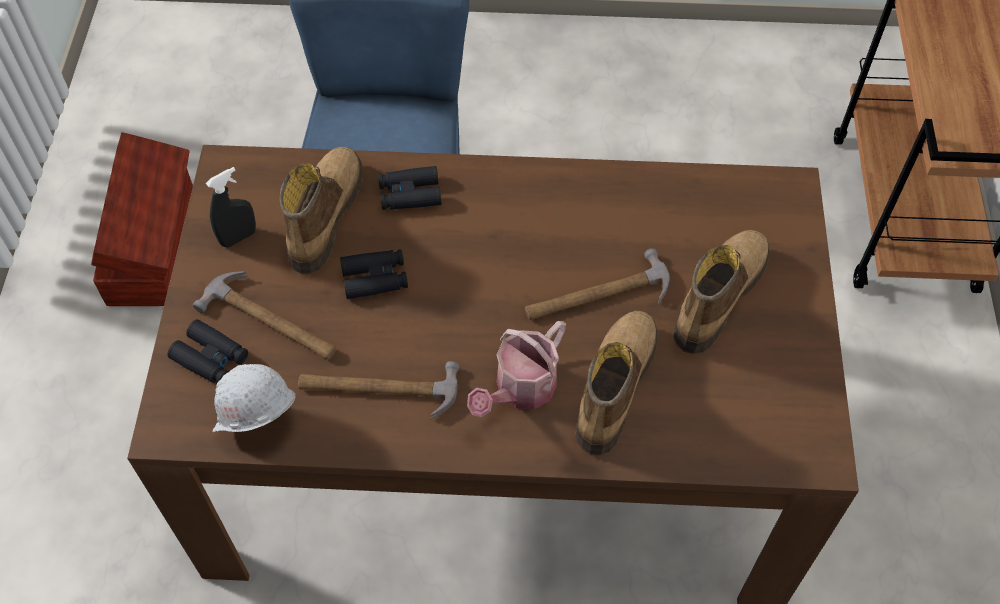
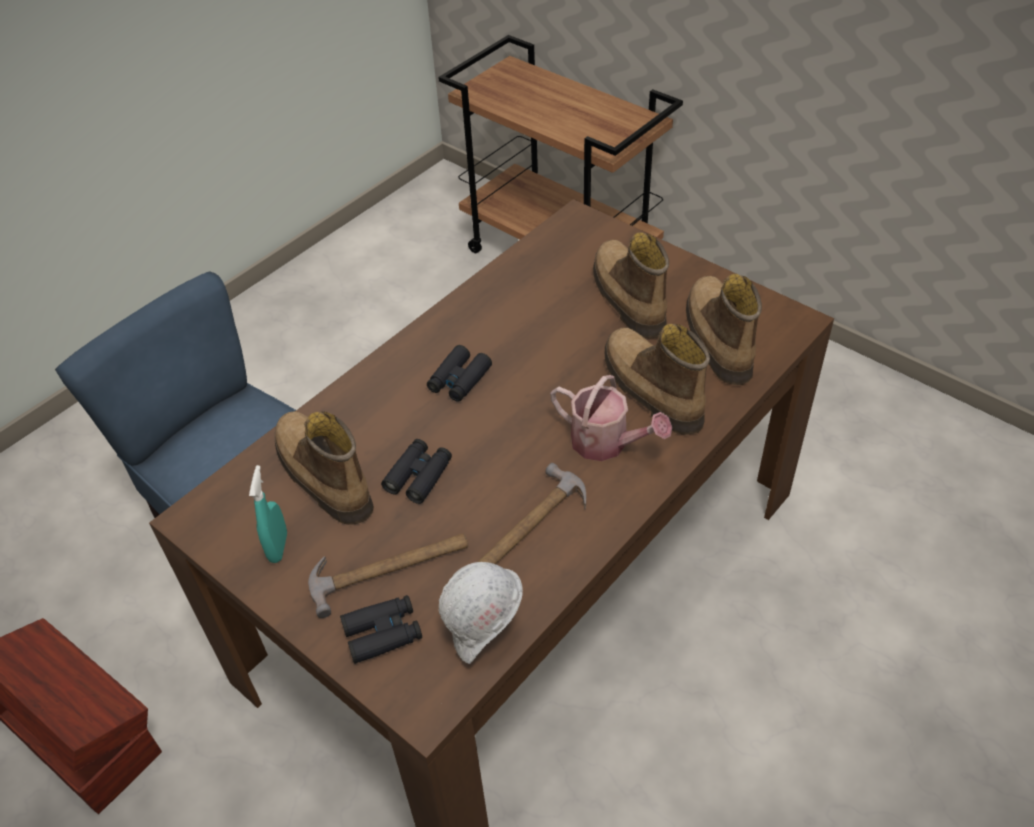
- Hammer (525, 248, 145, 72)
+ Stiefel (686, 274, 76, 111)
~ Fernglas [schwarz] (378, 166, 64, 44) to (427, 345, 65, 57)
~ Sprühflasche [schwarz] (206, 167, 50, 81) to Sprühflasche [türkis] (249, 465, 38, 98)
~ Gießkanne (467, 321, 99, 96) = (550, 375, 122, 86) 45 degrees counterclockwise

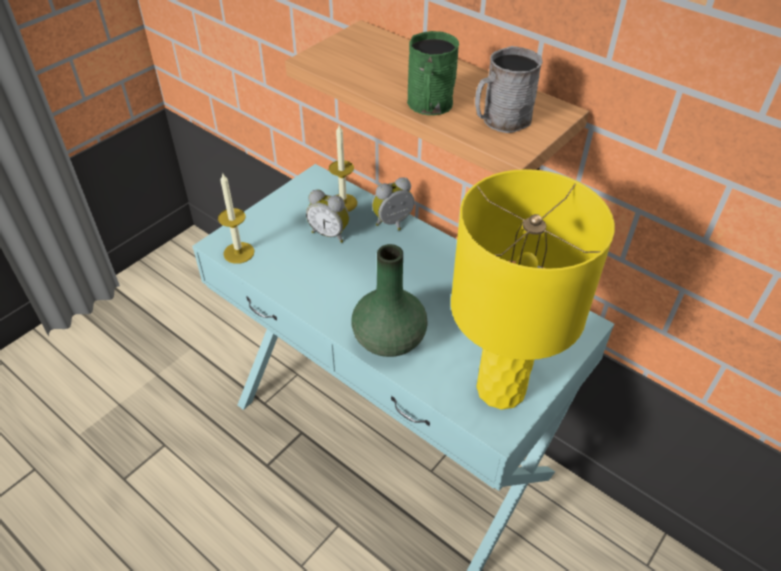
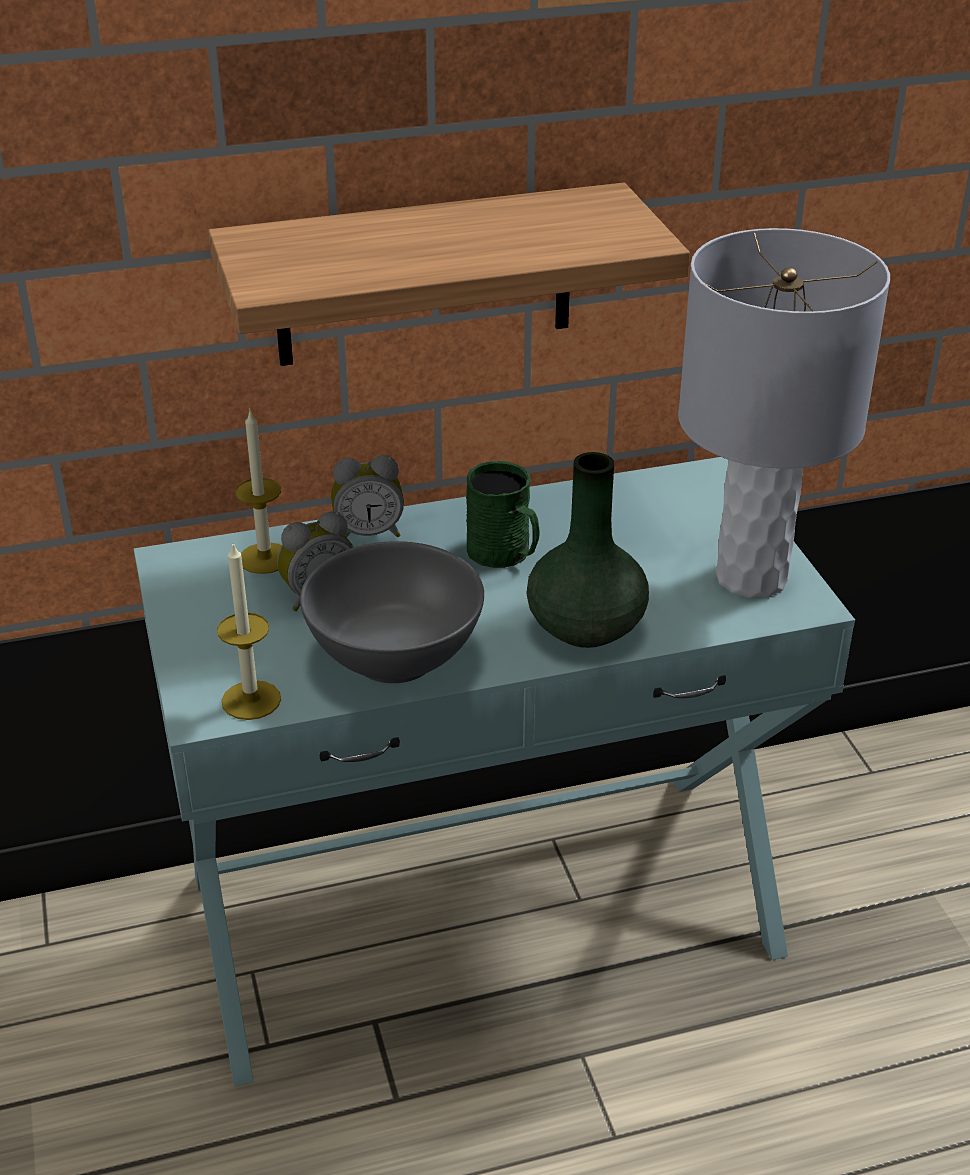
- Henkelbecher [grau] (475, 46, 68, 87)
+ Schüssel [grau] (300, 541, 184, 142)
~ Henkelbecher [grün] (407, 31, 52, 84) to (466, 461, 74, 107)
~ Tischlampe [gelb] (451, 169, 164, 241) to Tischlampe [grau] (678, 228, 212, 370)
~ Wecker (372, 177, 42, 53) = (331, 455, 73, 83) 105 degrees counterclockwise

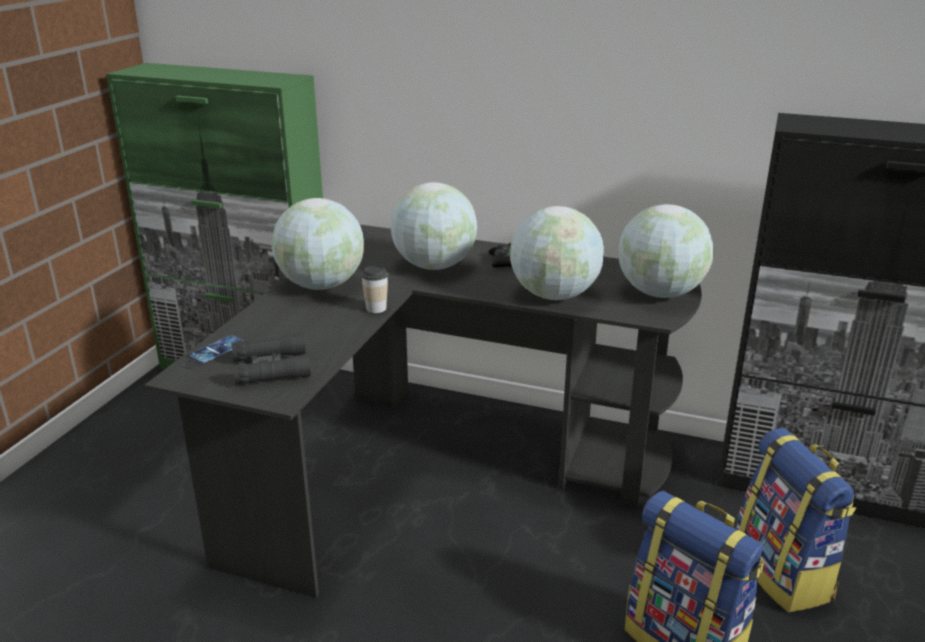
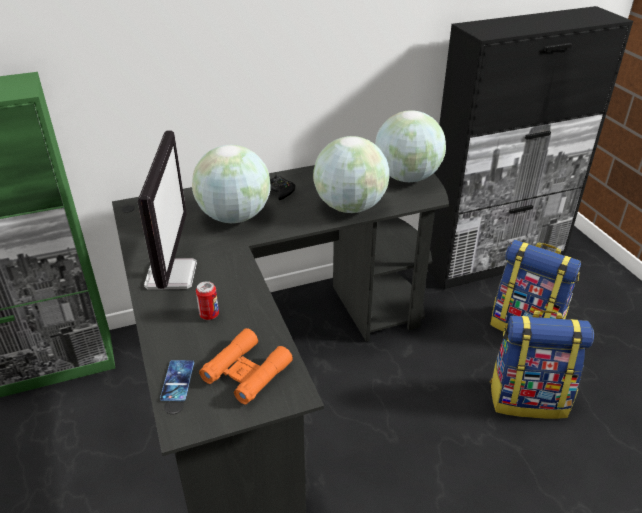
- Tasse (361, 265, 27, 48)
+ Dose (196, 281, 23, 39)
~ Globus (272, 198, 92, 92) to Monitor (138, 130, 59, 160)
~ Fernglas [schwarz] (232, 333, 79, 52) to Fernglas [orange] (199, 328, 94, 77)

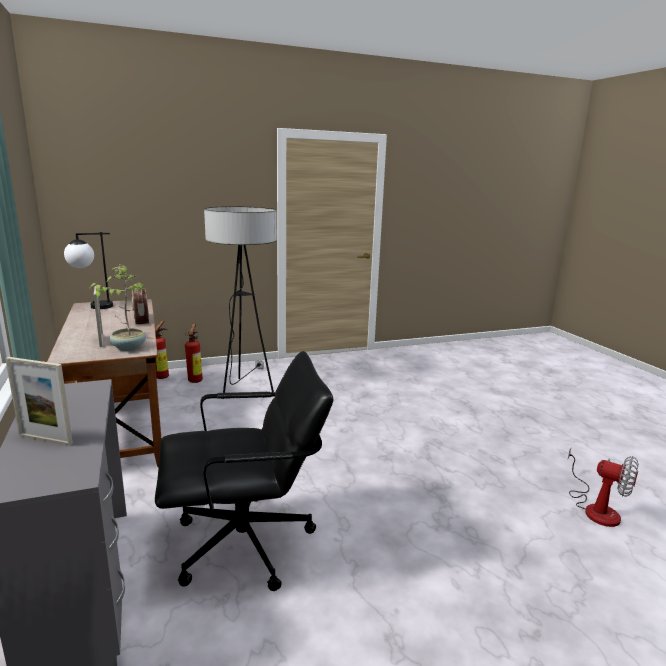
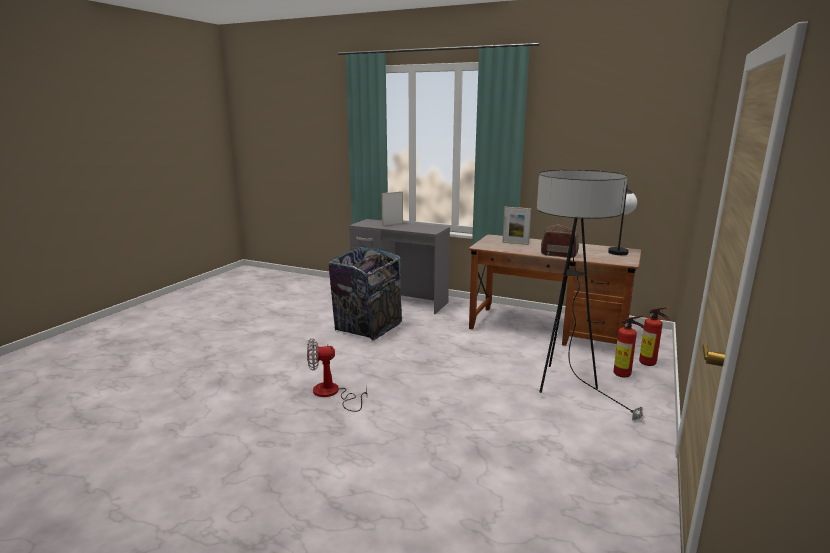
- Topfpflanze (90, 264, 56, 87)
~ Ventilator (568, 448, 71, 79) to (307, 338, 60, 74)
~ Bürostuhl [schwarz] (155, 351, 178, 240) to Mülleimer (328, 246, 74, 95)

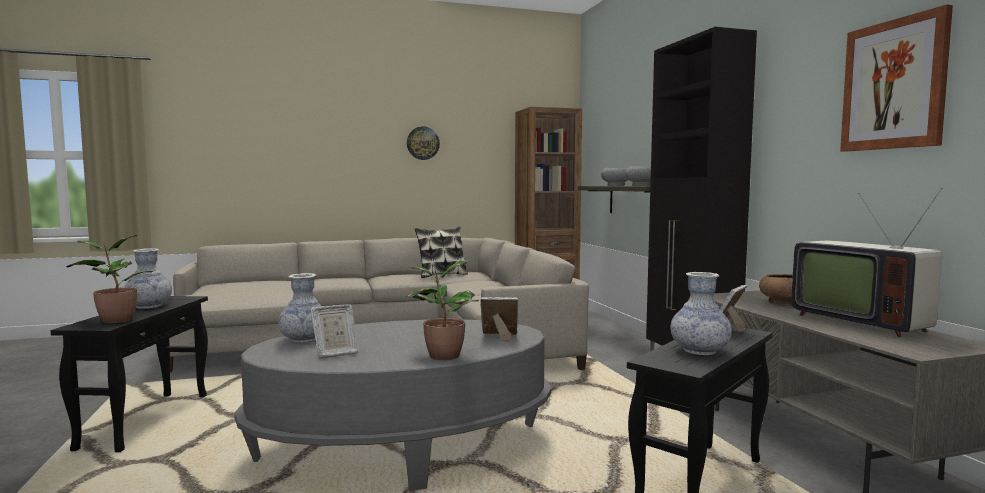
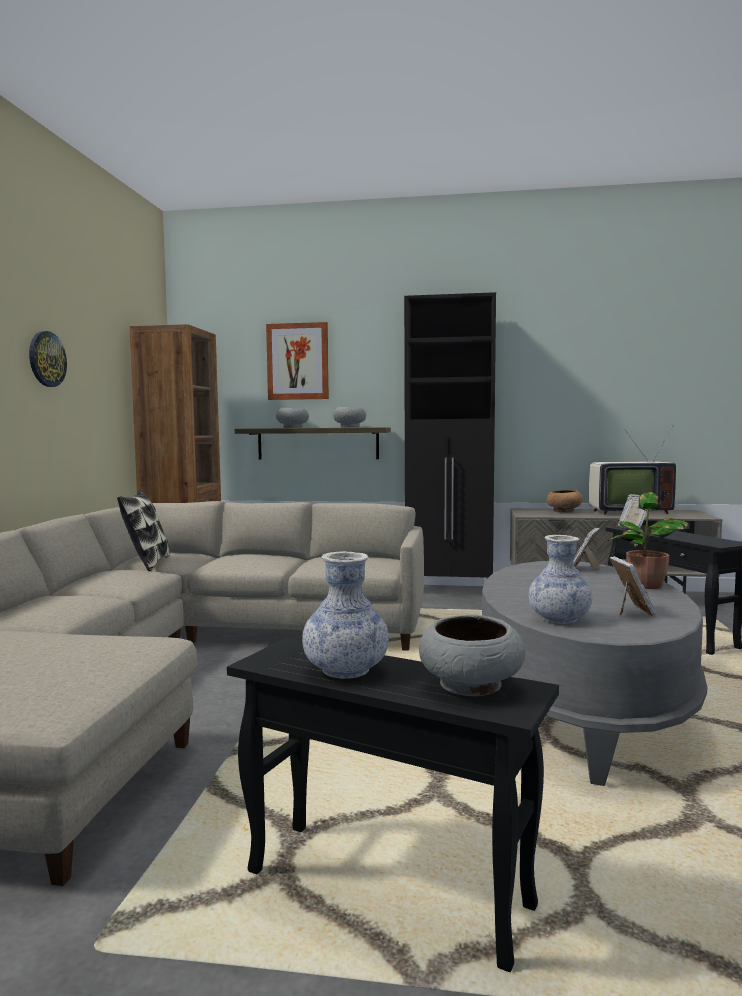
- Vase (670, 272, 62, 83)
~ Bild (840, 5, 113, 147) to (266, 322, 63, 78)
~ Topfpflanze (66, 235, 87, 88) to Schüssel [grau] (419, 614, 106, 82)

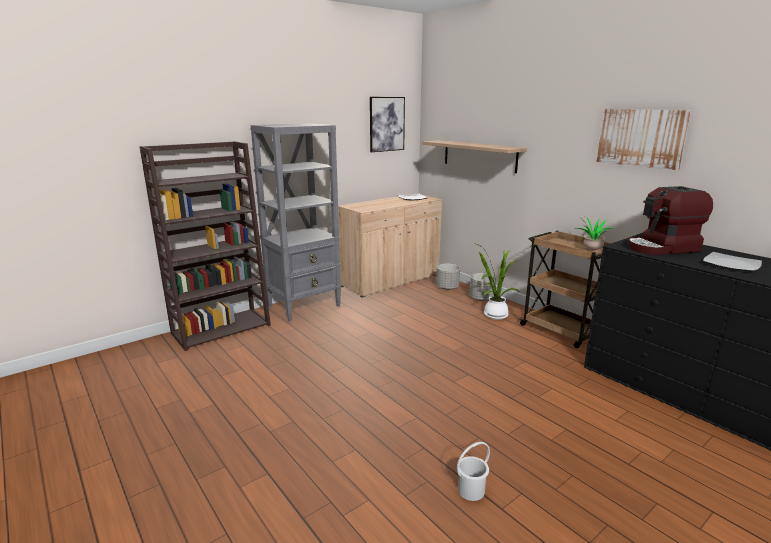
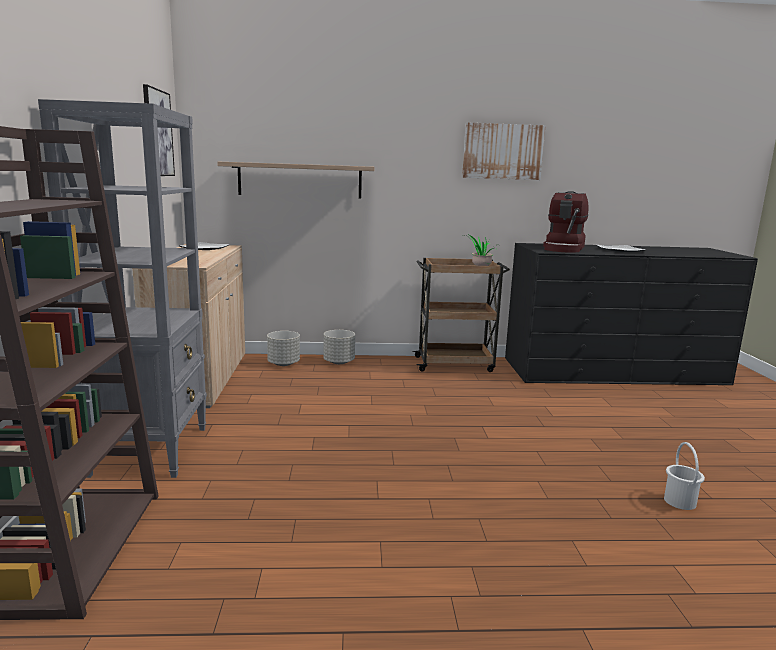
- Topfpflanze (477, 244, 42, 76)

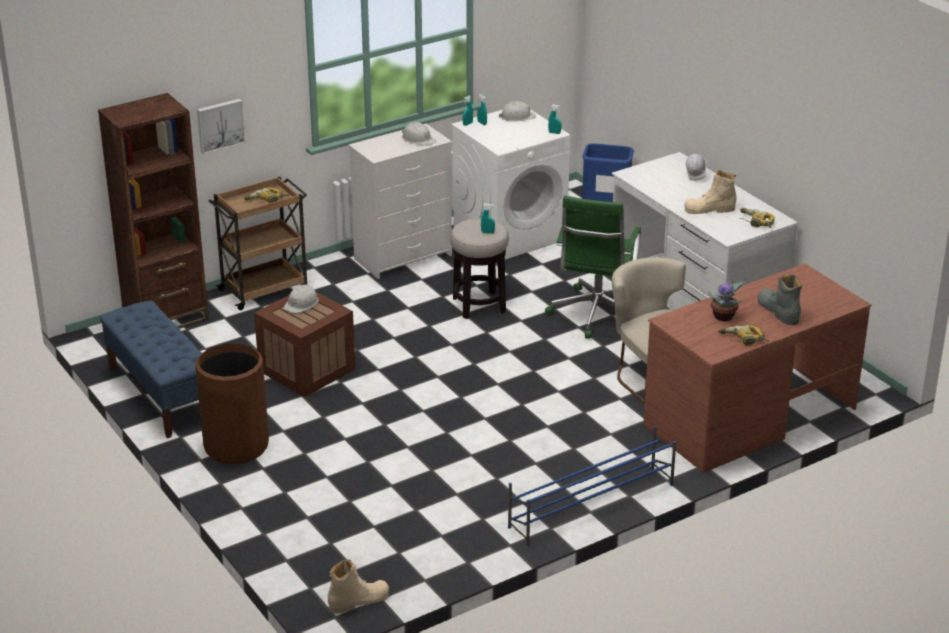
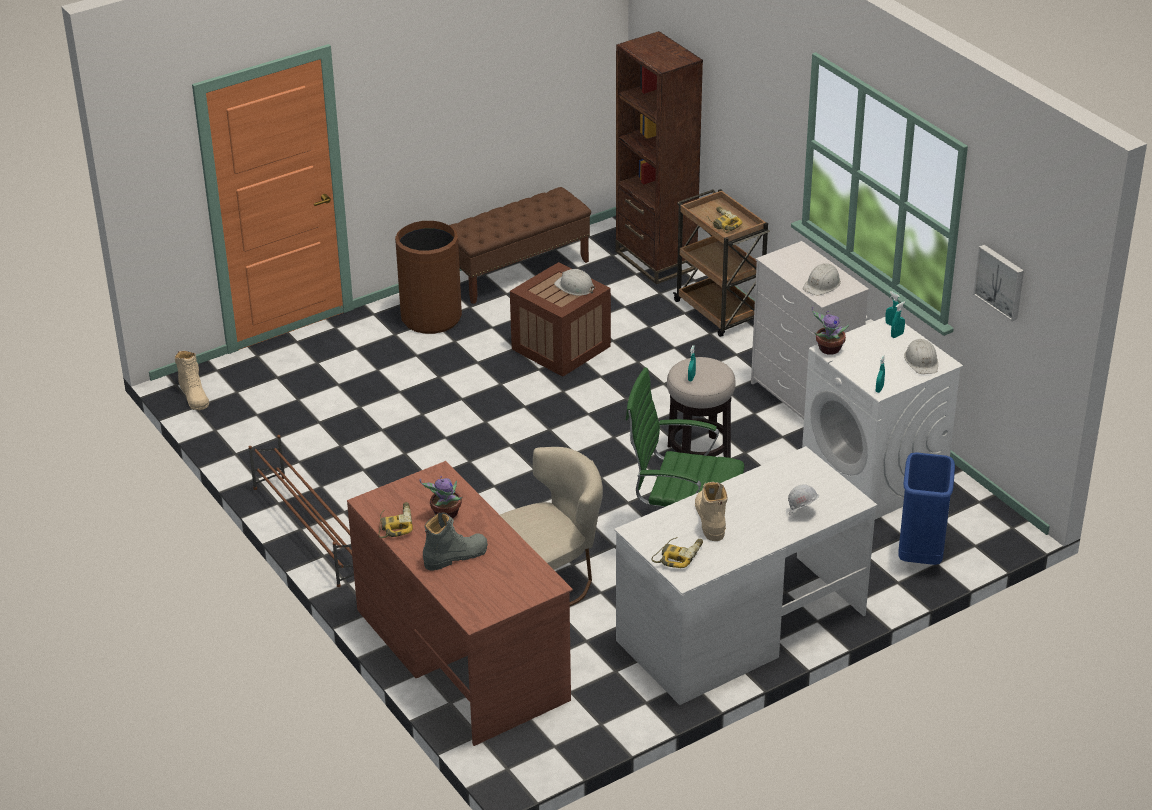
+ Topfpflanze (812, 307, 37, 48)
~ Bild (197, 99, 49, 55) to (973, 245, 51, 76)
~ Bank [blau] (100, 301, 102, 137) to Bank [braun] (449, 187, 142, 117)
~ Schuhregal [blau] (508, 426, 168, 120) to Schuhregal [braun] (249, 435, 105, 152)

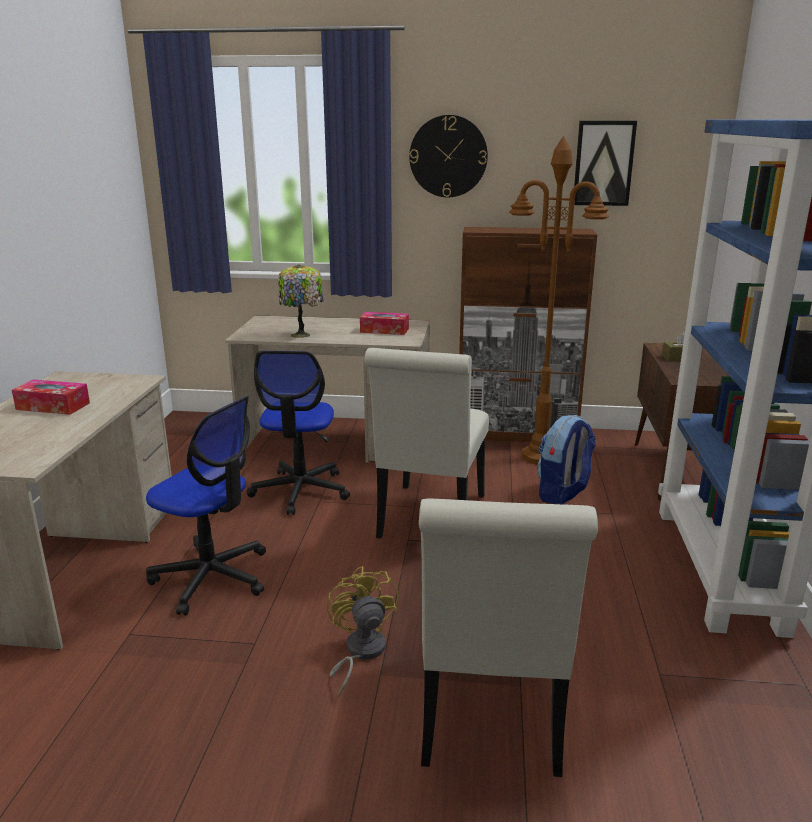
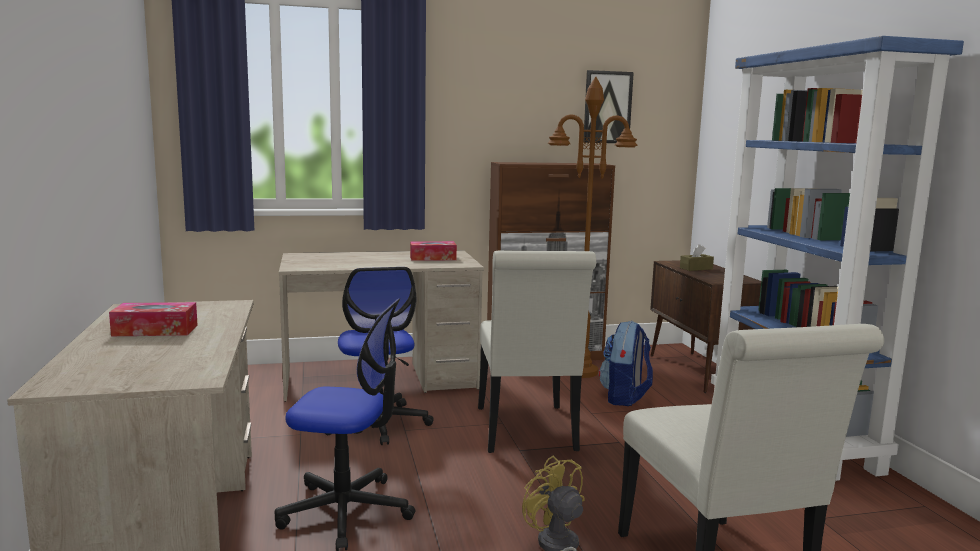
- Tischlampe (278, 265, 46, 73)
- Wanduhr (409, 115, 79, 82)

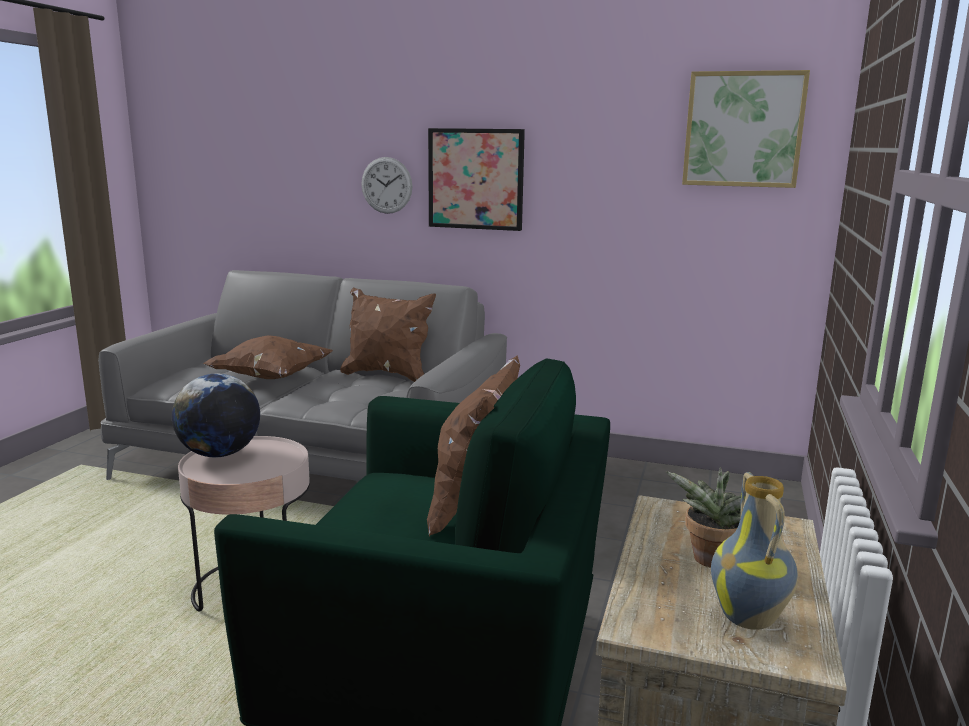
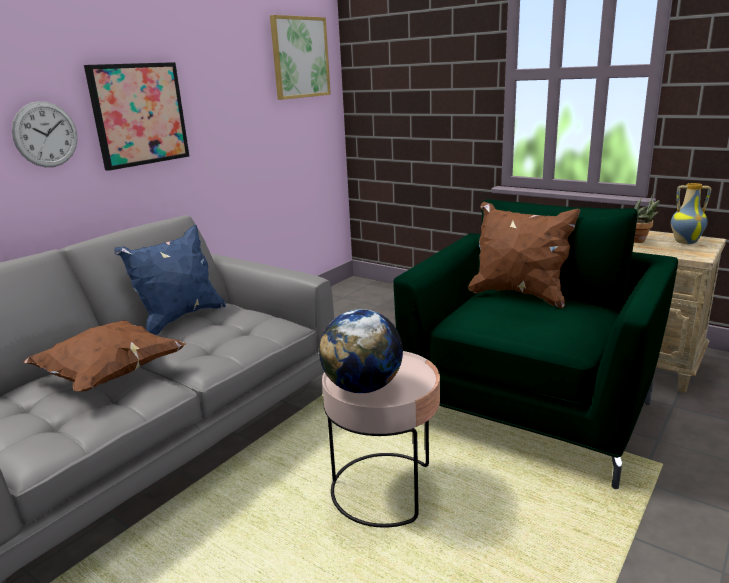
~ Kissen [braun] (340, 288, 96, 94) to Kissen [blau] (114, 225, 112, 110)

